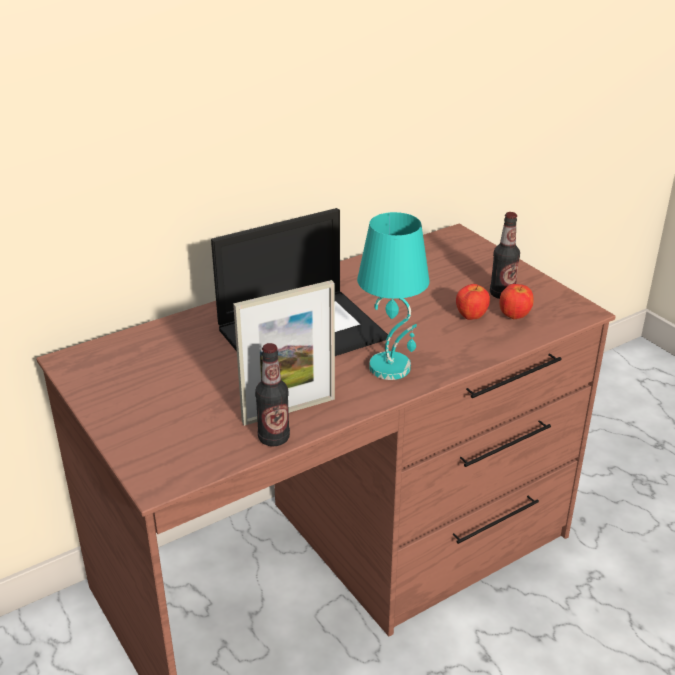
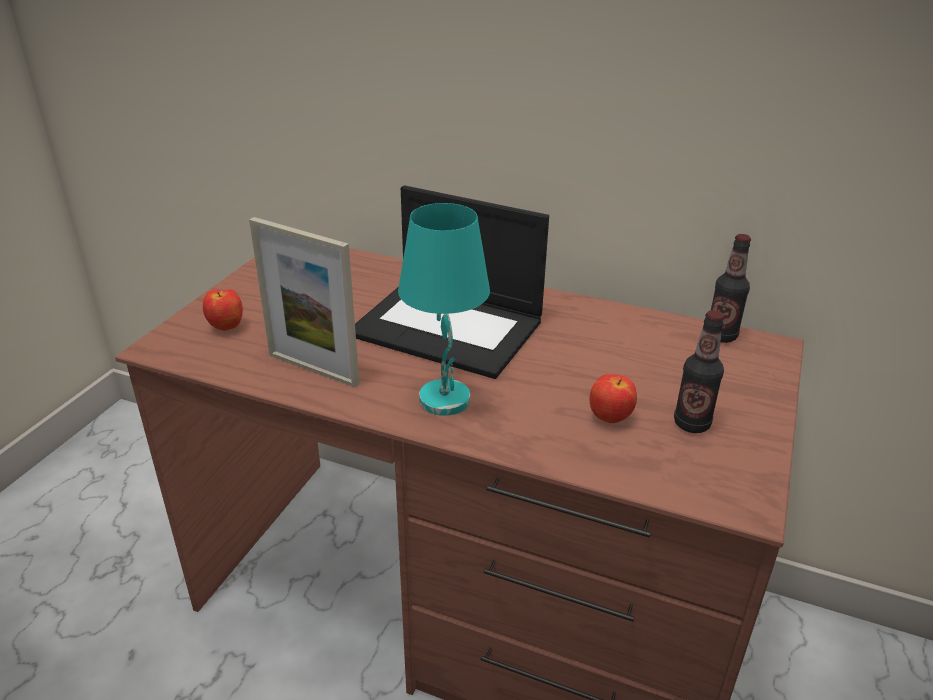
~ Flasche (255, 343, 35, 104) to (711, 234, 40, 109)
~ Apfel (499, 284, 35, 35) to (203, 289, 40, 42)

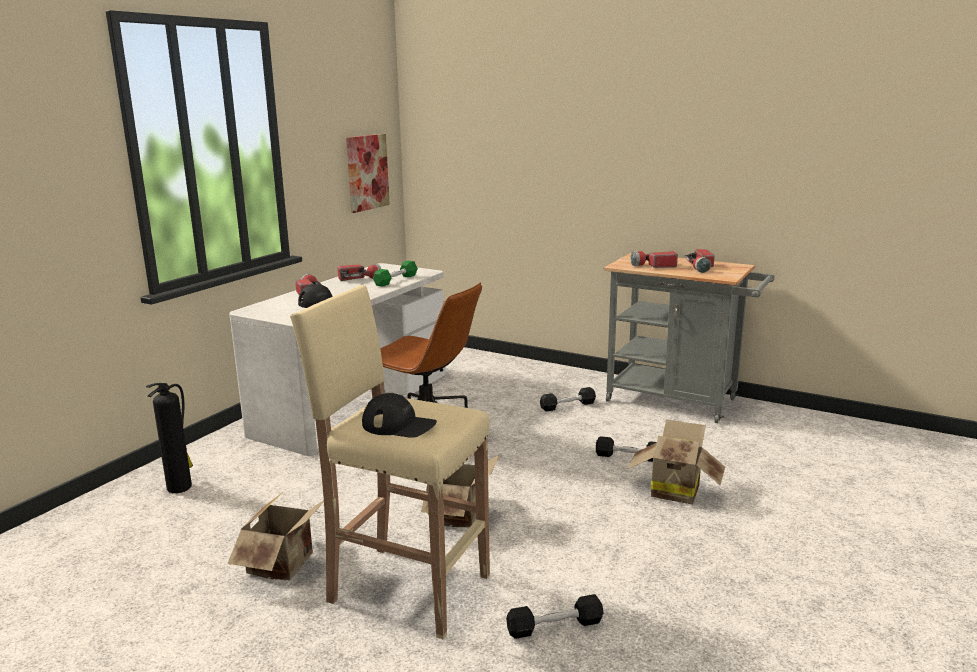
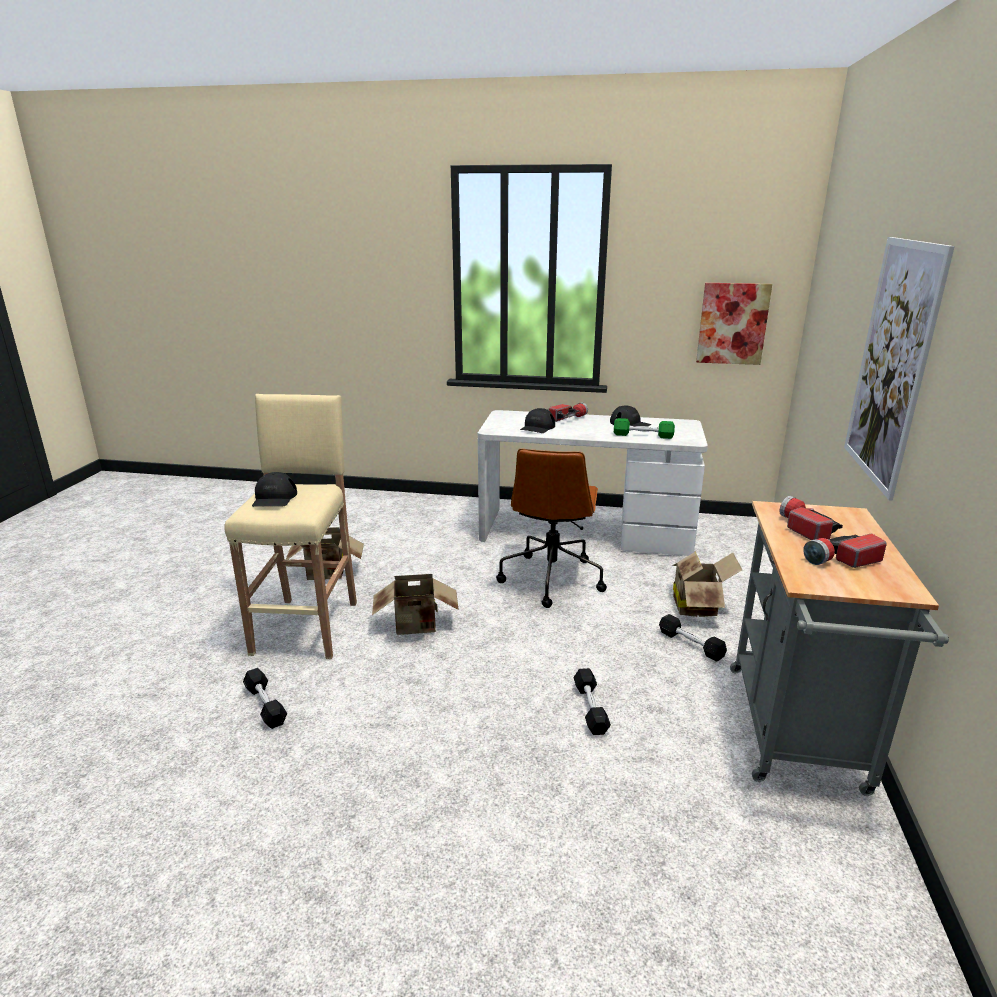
- Feuerlöscher (146, 383, 47, 110)
+ Bild (844, 237, 111, 264)
~ Karton (627, 419, 98, 85) to (672, 551, 70, 66)
~ Taschenlampe (338, 264, 43, 17) to Kappe [schwarz] (610, 405, 42, 21)

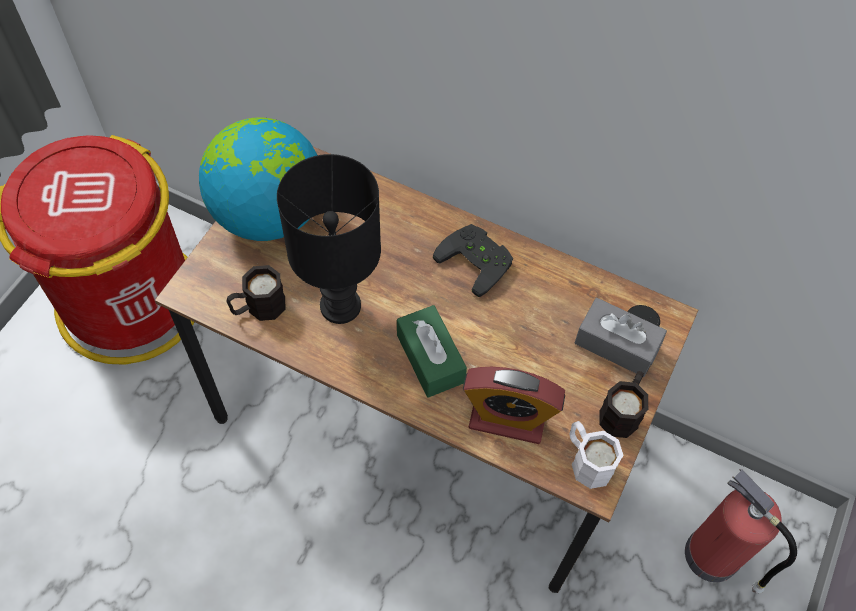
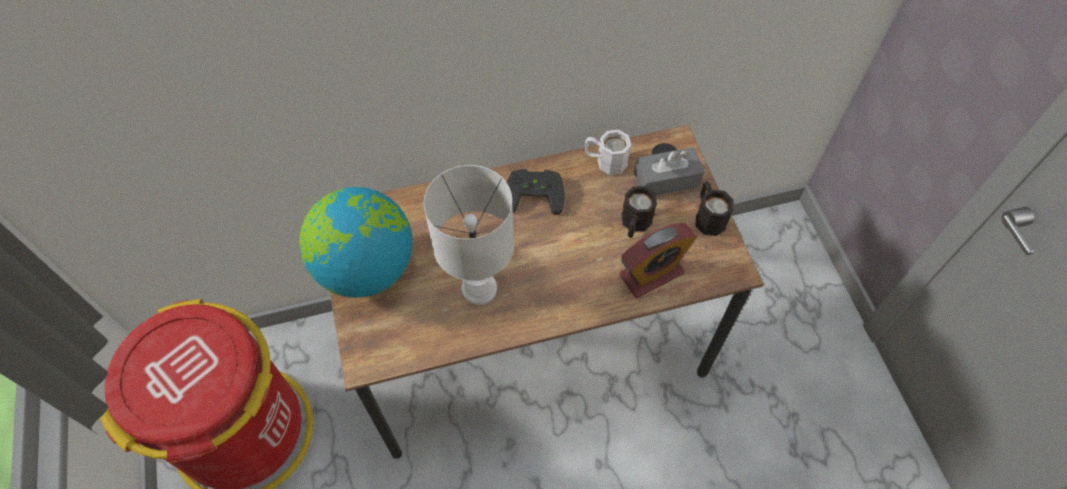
- Taschentuchbox [grün] (397, 305, 70, 93)
- Feuerlöscher (685, 469, 112, 124)
~ Henkelbecher [schwarz] (226, 265, 60, 56) to (621, 186, 36, 52)
~ Henkelbecher [weiß] (570, 421, 54, 68) to (585, 130, 46, 45)
~ Tischlampe [schwarz] (277, 154, 104, 170) to Tischlampe [weiß] (424, 165, 90, 140)

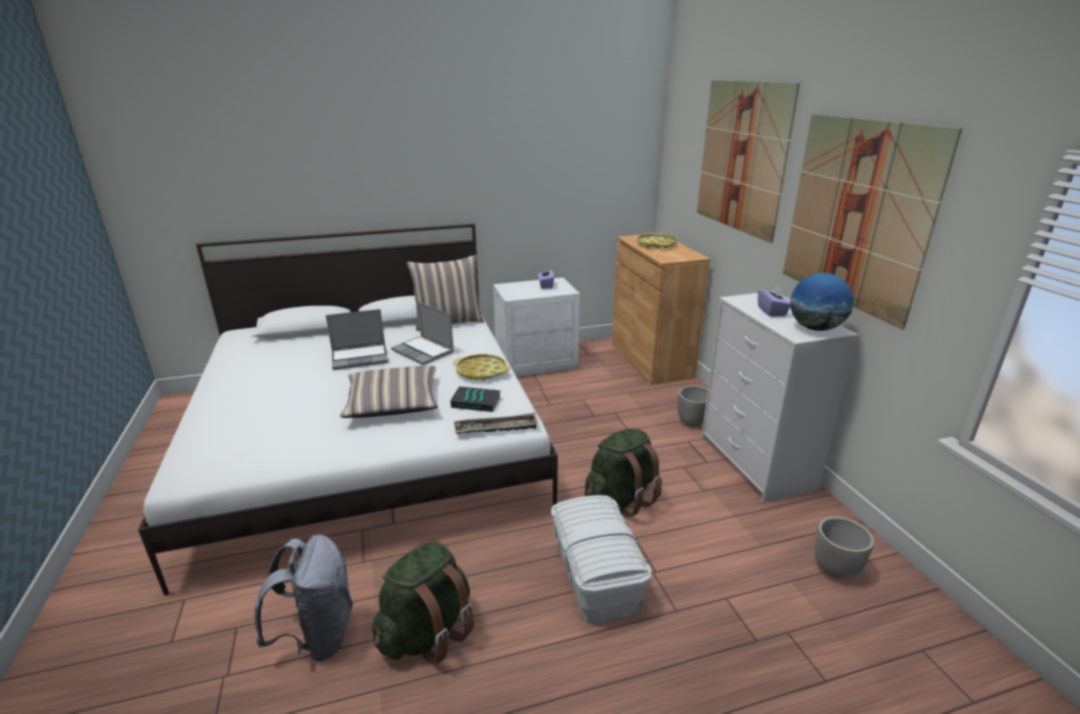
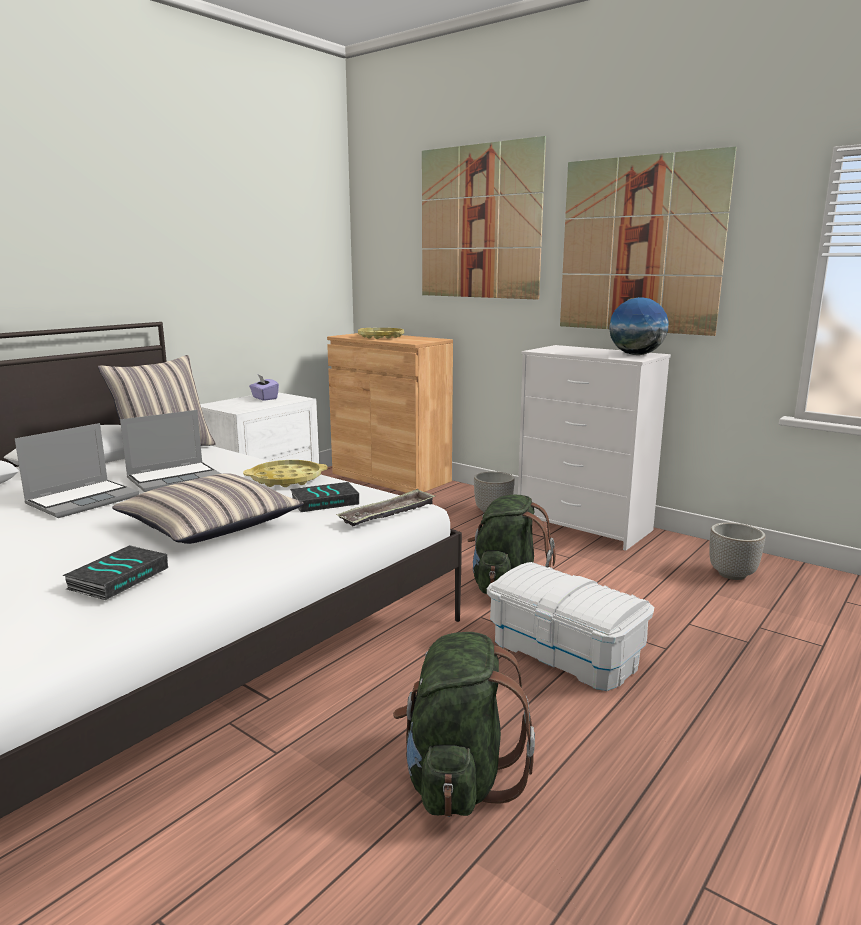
- Rucksack [grau] (255, 535, 98, 126)
- Taschentuchbox [lila] (758, 285, 32, 32)
+ Buch (62, 545, 106, 55)
~ Laptop (391, 302, 63, 63) = (120, 410, 101, 82) 45 degrees counterclockwise

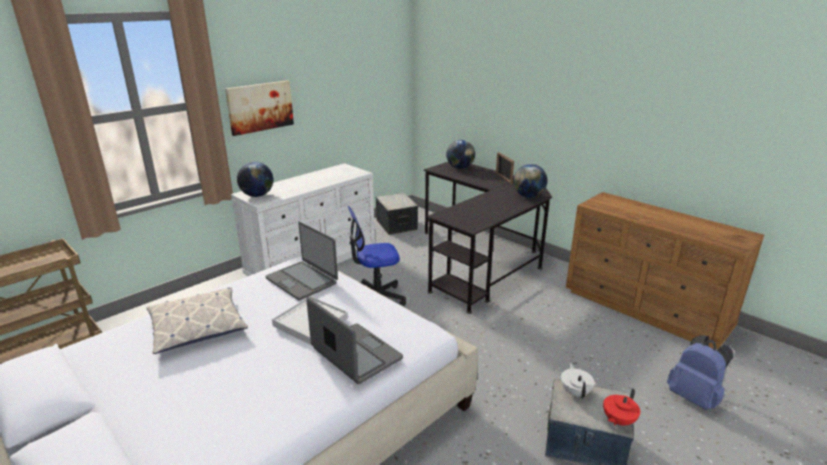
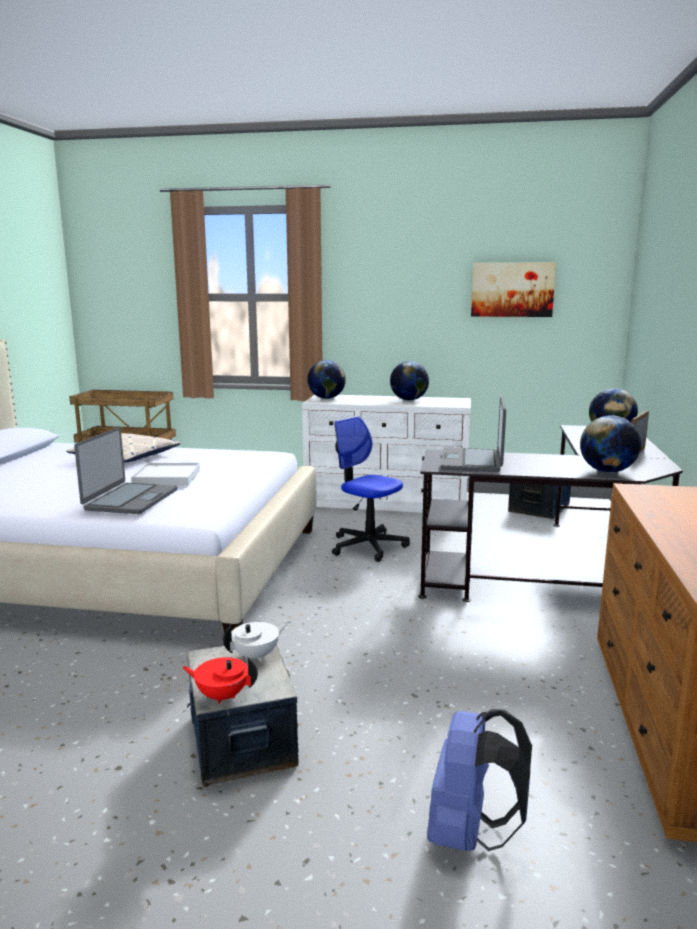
+ Globus (390, 361, 39, 39)
~ Bild (225, 80, 69, 56) to (471, 262, 85, 55)
~ Laptop (265, 222, 73, 79) to (440, 396, 66, 76)

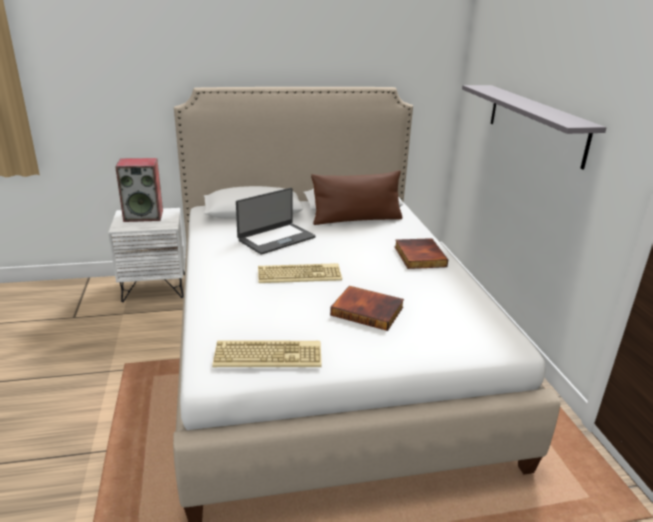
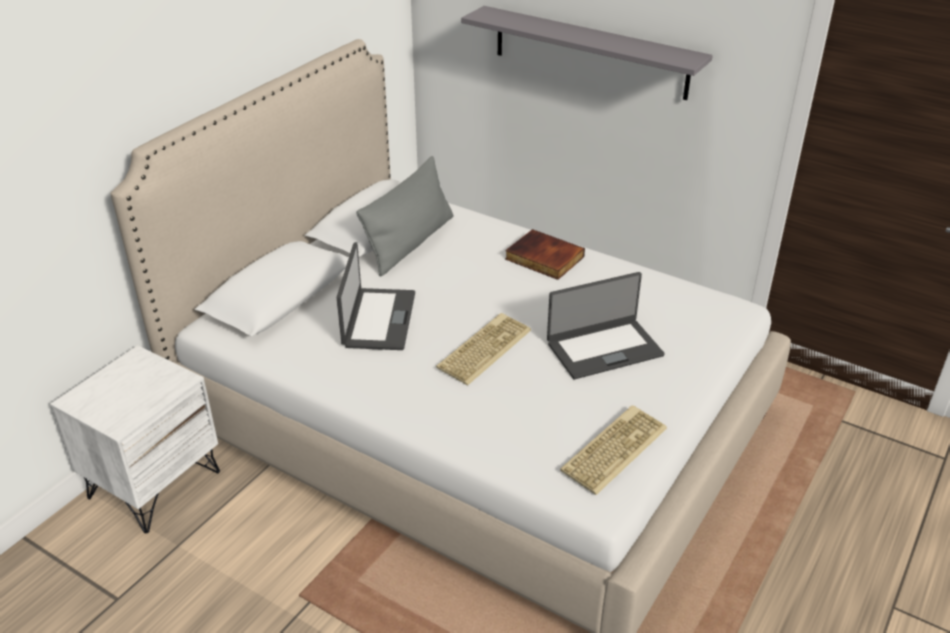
- Lautsprecher (115, 158, 48, 64)
~ Buch (330, 286, 74, 45) to Laptop (547, 272, 117, 107)
~ Kissen [braun] (311, 170, 91, 55) to Kissen [grau] (356, 156, 98, 121)

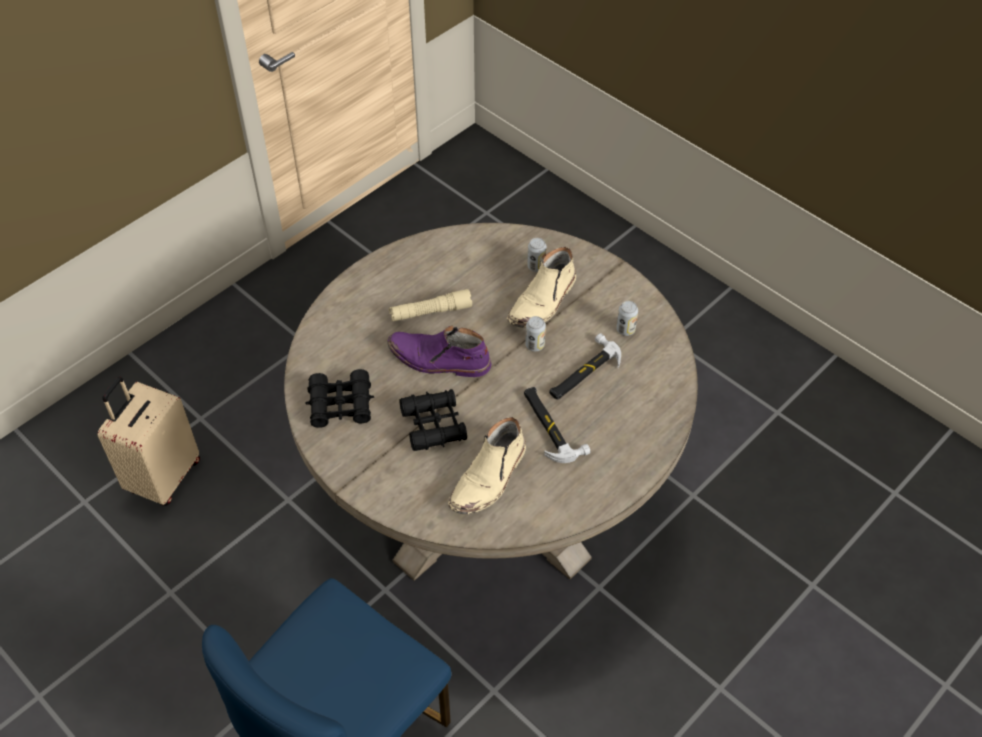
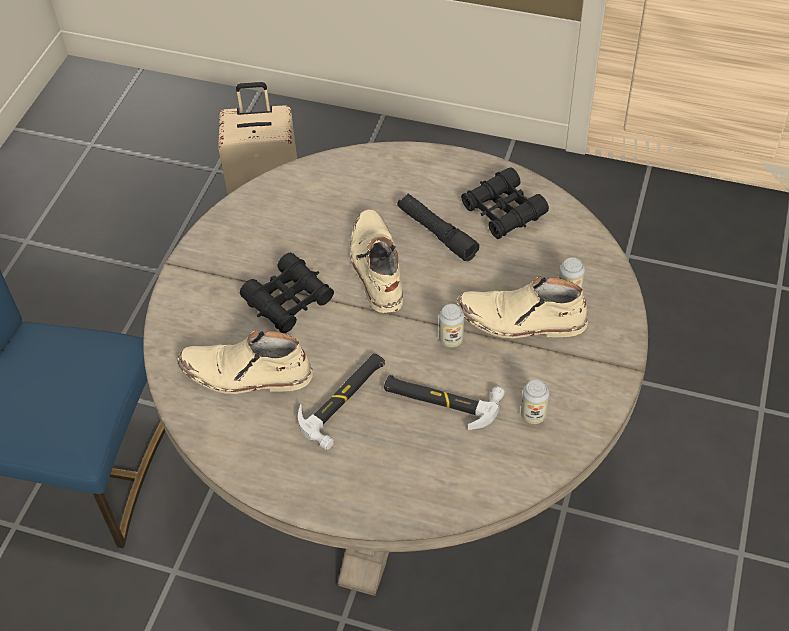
~ Fernglas [schwarz] (305, 369, 69, 59) to (461, 167, 88, 72)
~ Stiefel [lila] (387, 325, 105, 52) to Stiefel [beige] (350, 210, 53, 103)
~ Taschenlampe [beige] (389, 289, 83, 32) to Taschenlampe [schwarz] (397, 194, 83, 67)

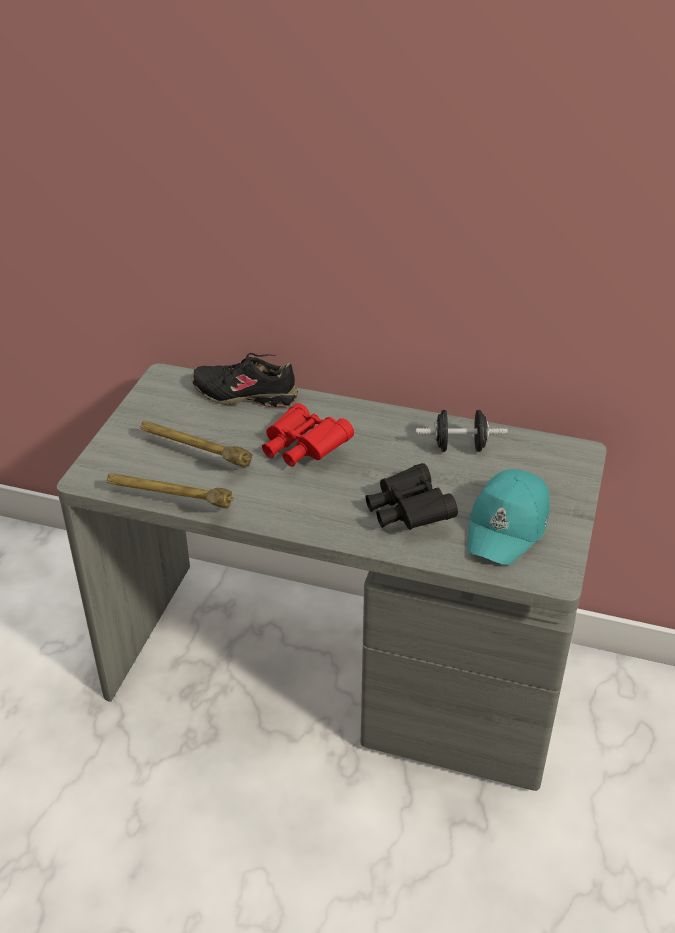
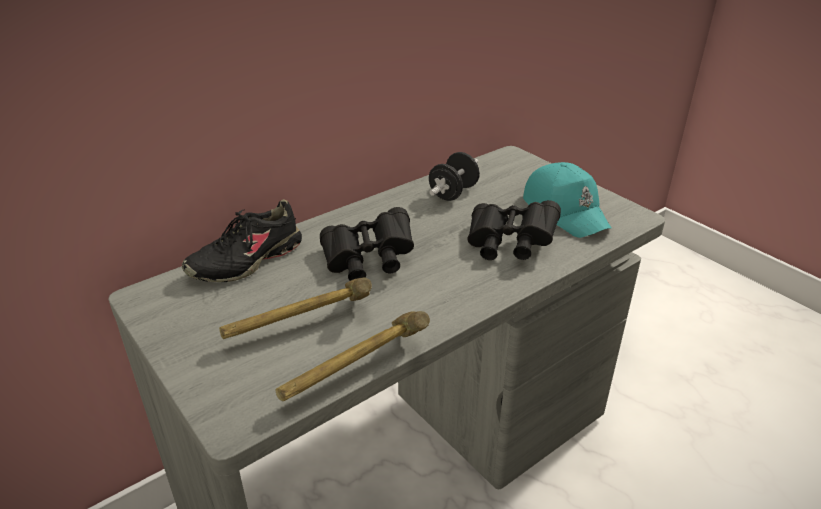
~ Fernglas [rot] (262, 403, 92, 64) to Fernglas [schwarz] (320, 207, 94, 74)

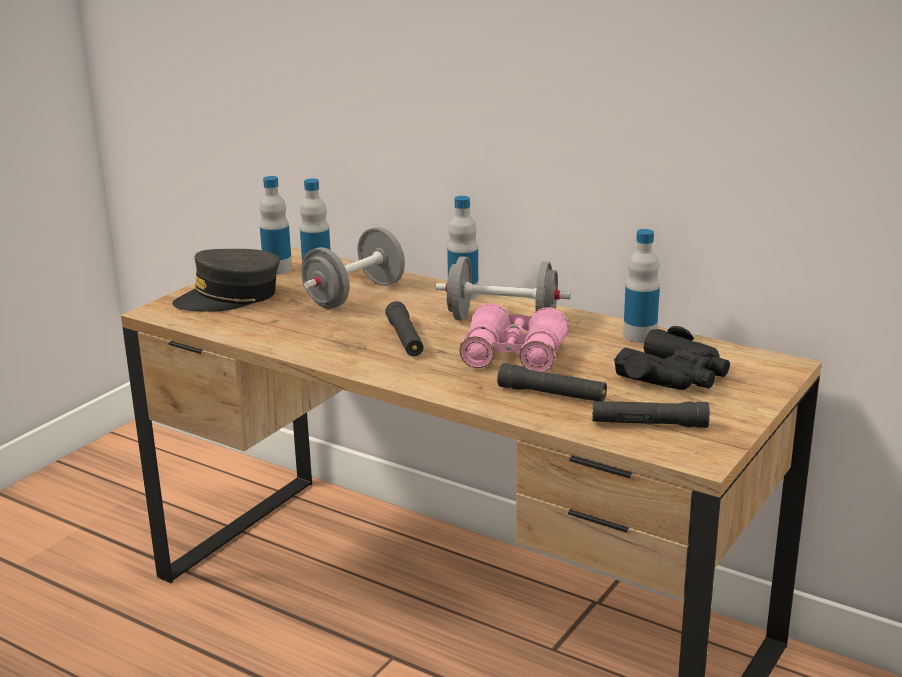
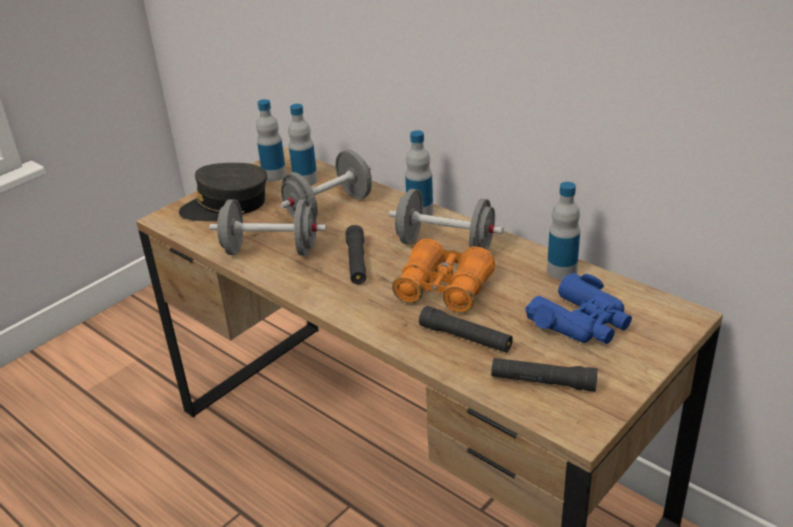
+ Hantel [grau] (209, 199, 117, 57)
~ Fernglas [rosa] (459, 303, 109, 69) to Fernglas [orange] (392, 239, 103, 74)
~ Fernglas [schwarz] (614, 326, 116, 64) to Fernglas [blau] (525, 273, 107, 71)

